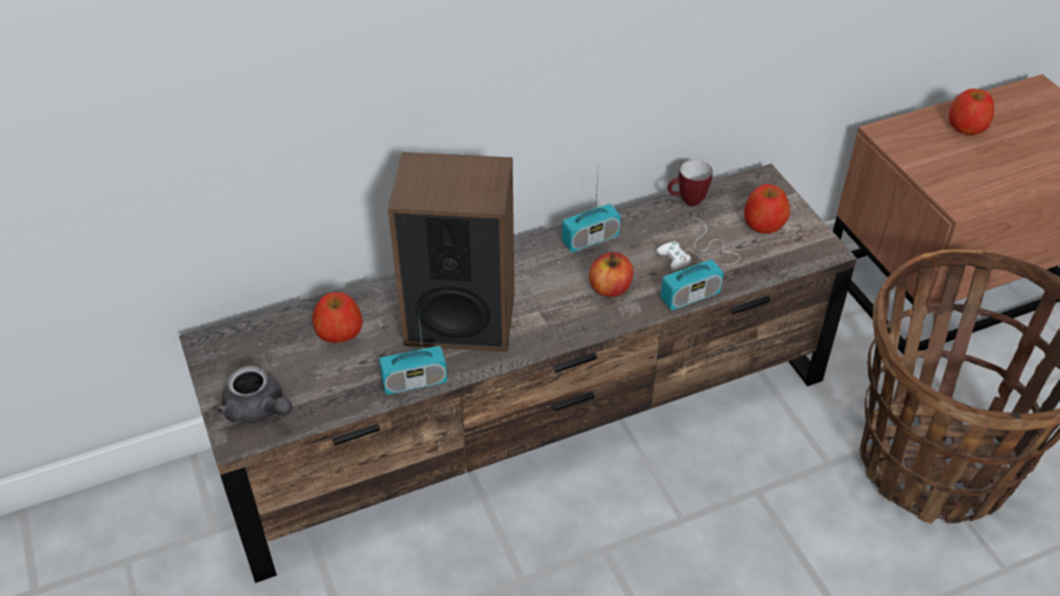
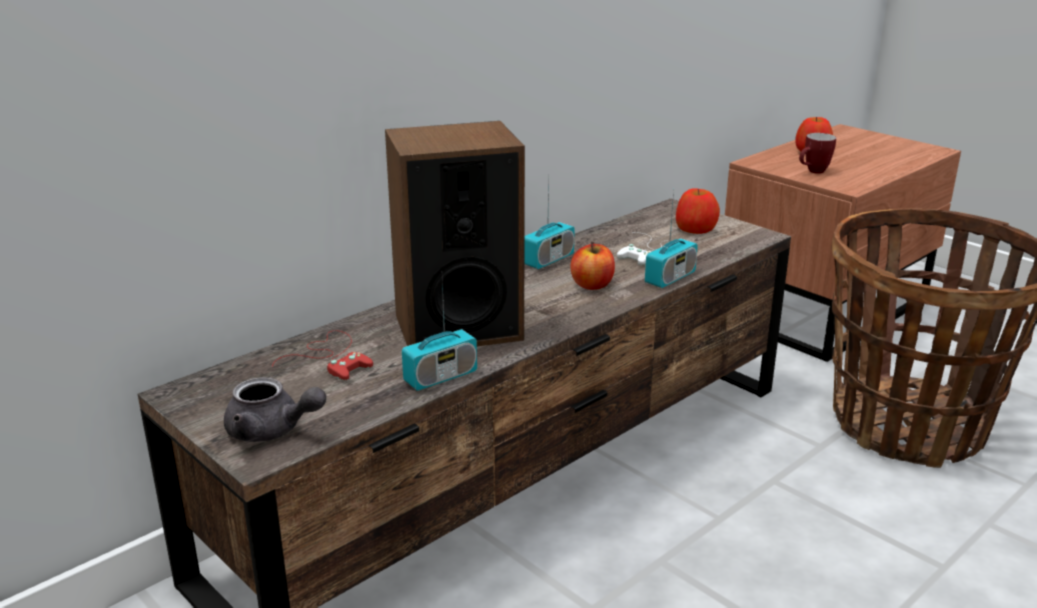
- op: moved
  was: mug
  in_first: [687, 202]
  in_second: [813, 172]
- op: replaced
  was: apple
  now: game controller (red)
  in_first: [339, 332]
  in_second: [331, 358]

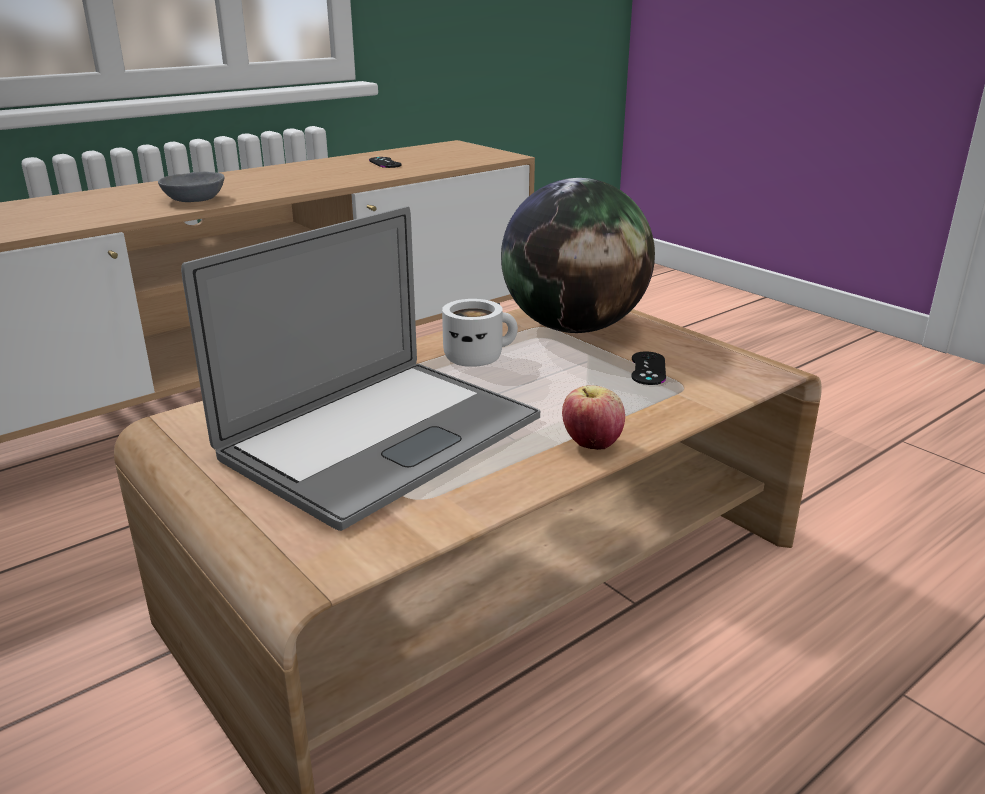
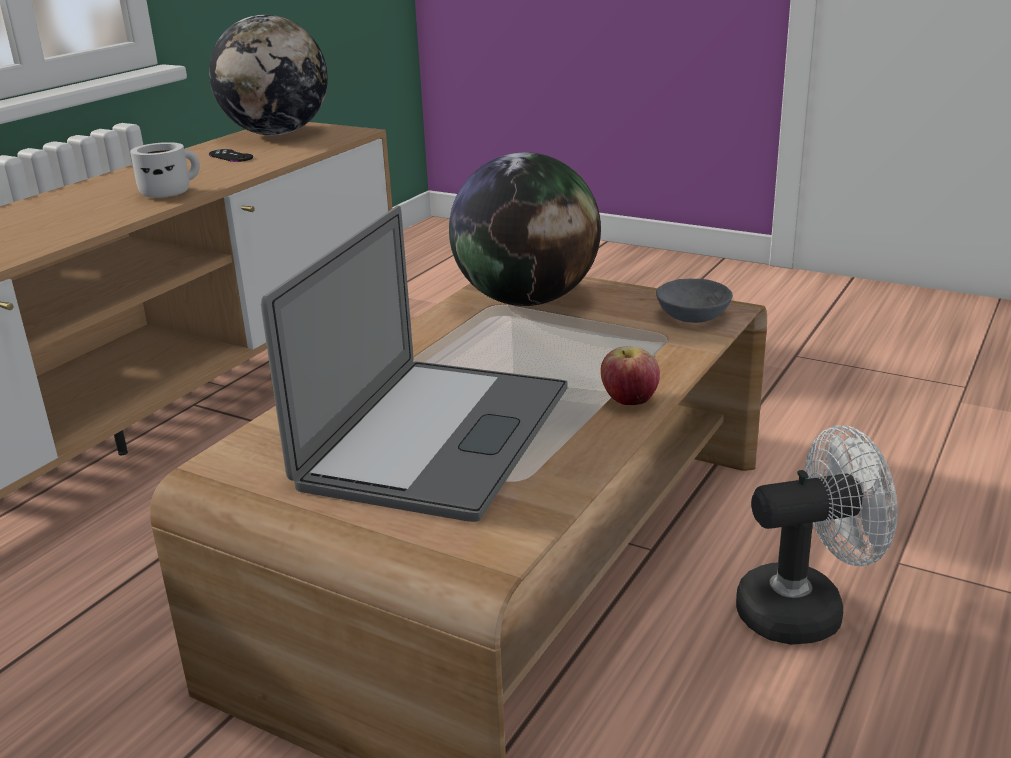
- op: removed
  was: game controller (black)
  in_first: [648, 368]
- op: added
  now: globe
  in_second: [277, 133]
- op: added
  now: fan (white)
  in_second: [805, 609]
- op: moved
  was: bowl (grey)
  in_first: [193, 198]
  in_second: [690, 315]
- op: moved
  was: mug (white)
  in_first: [477, 357]
  in_second: [169, 192]

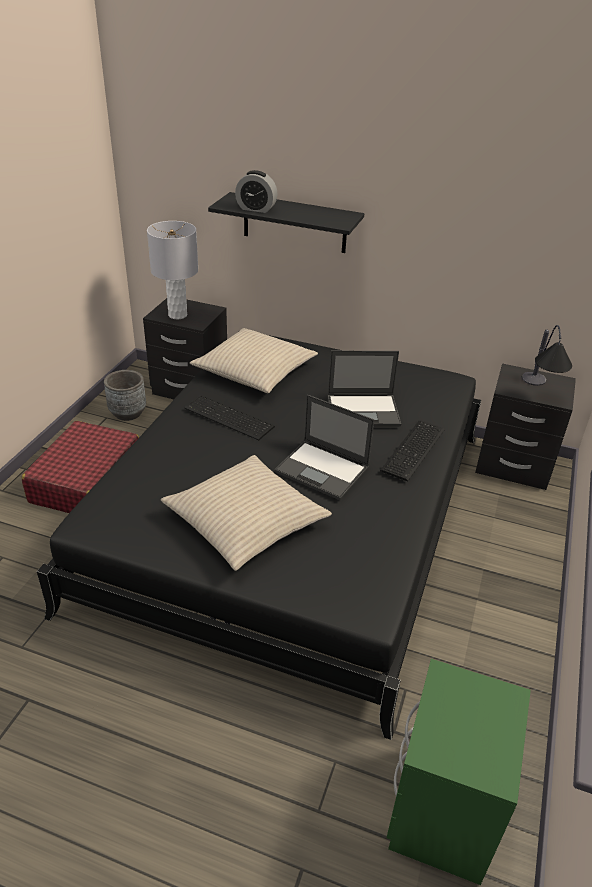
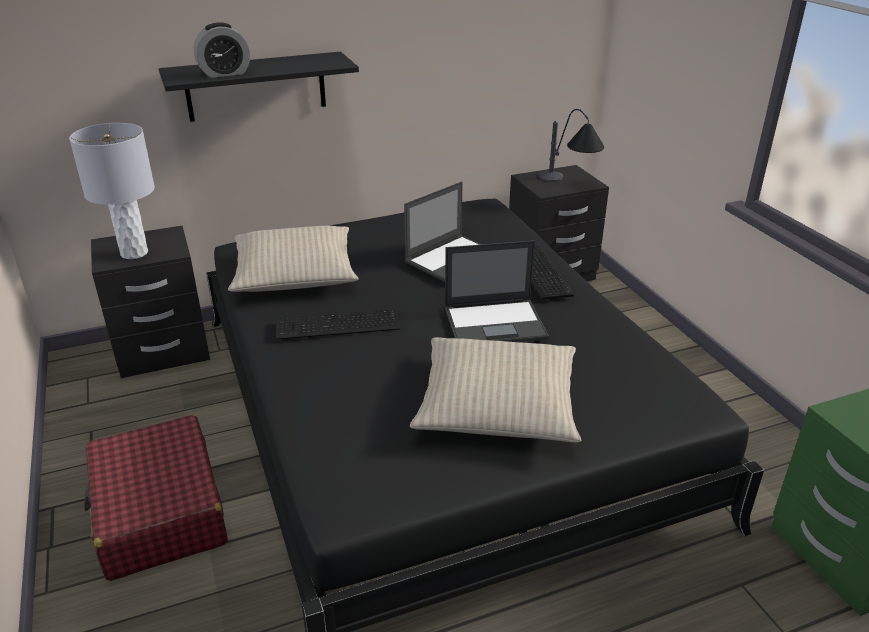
- op: removed
  was: planter (grey)
  in_first: [128, 413]

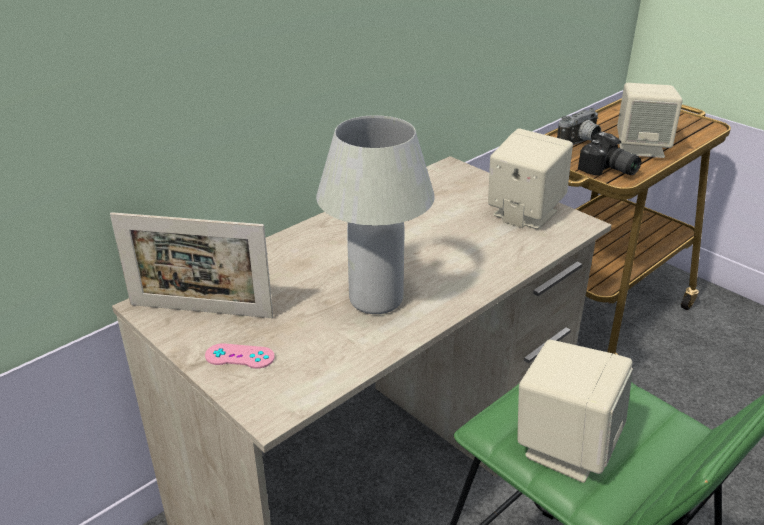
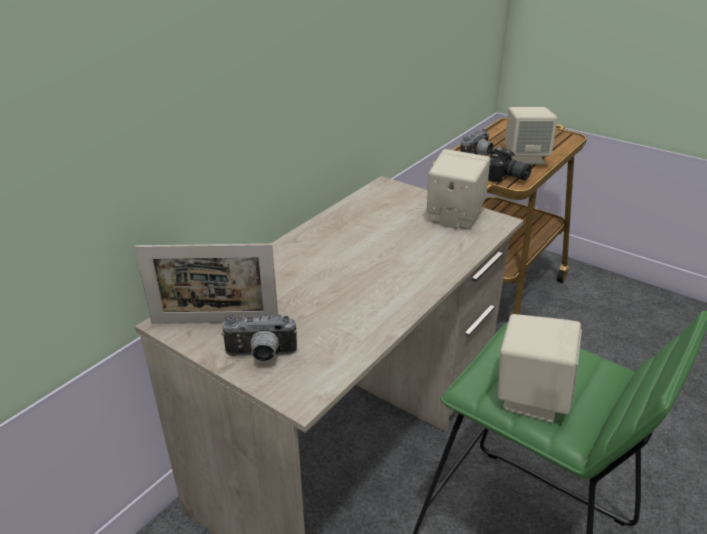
- op: removed
  was: table lamp (white)
  in_first: [376, 300]
- op: replaced
  was: game controller (pink)
  now: photo camera
  in_first: [239, 356]
  in_second: [261, 356]

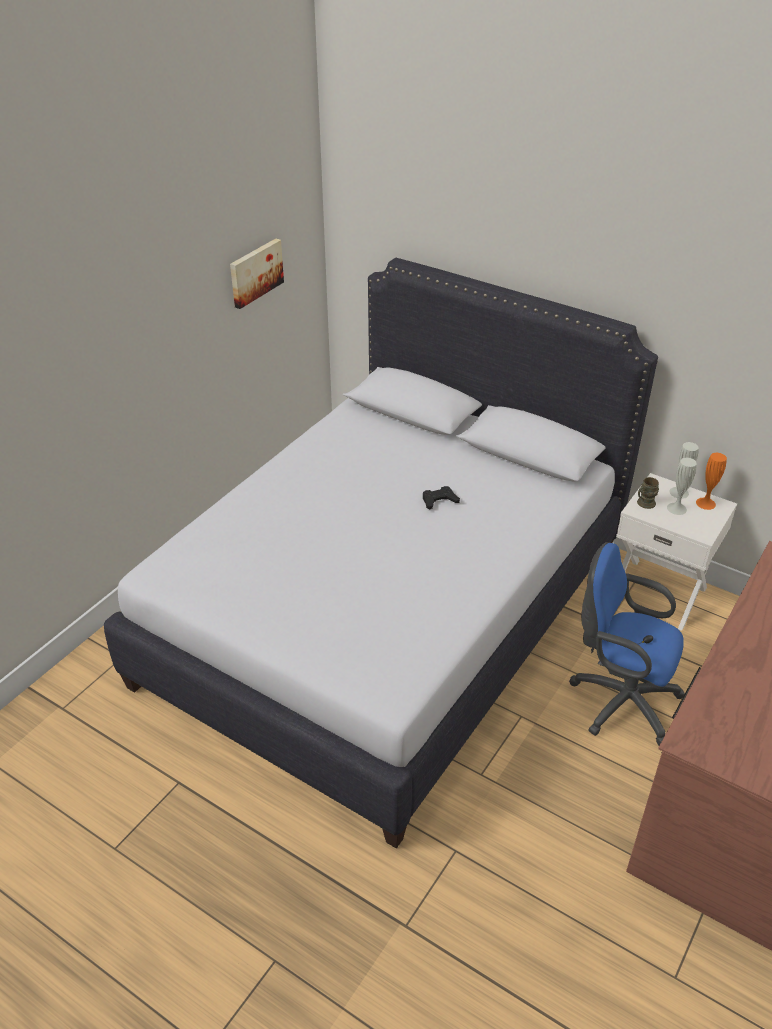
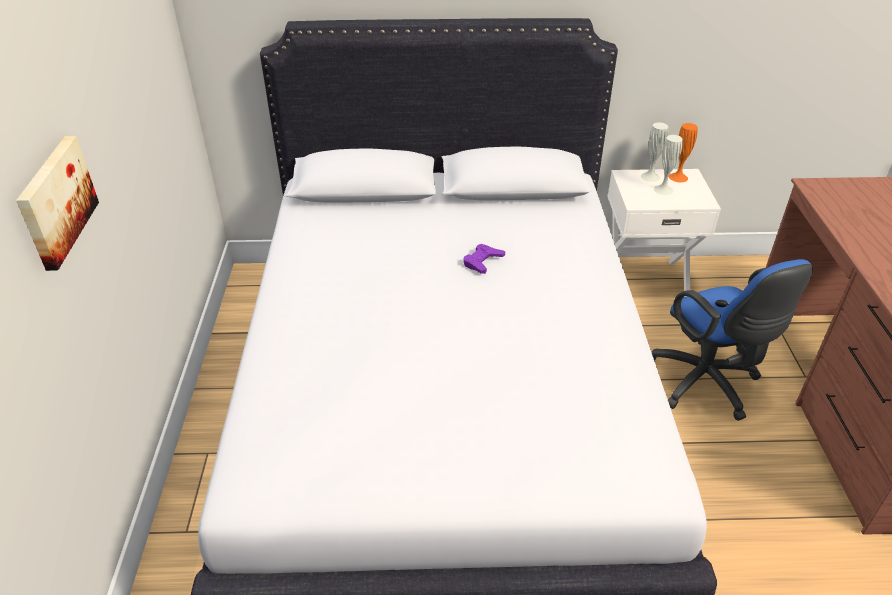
- op: removed
  was: mug (brown)
  in_first: [643, 504]
- op: moved
  was: picture
  in_first: [255, 272]
  in_second: [55, 201]
- op: recoloured
  was: game controller (black)
  now: game controller (purple)
  in_first: [439, 500]
  in_second: [482, 262]
- op: turned
  was: office chair (blue)
  in_first: [619, 700]
  in_second: [706, 385]
  clockwise: -105

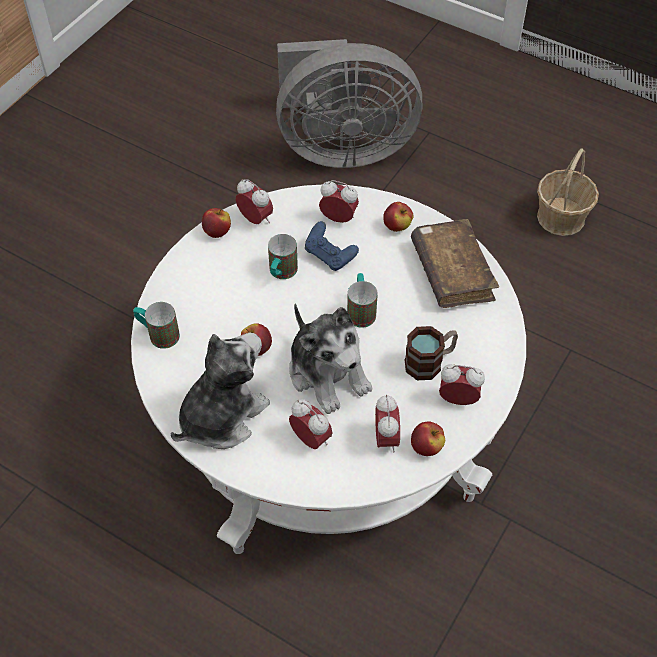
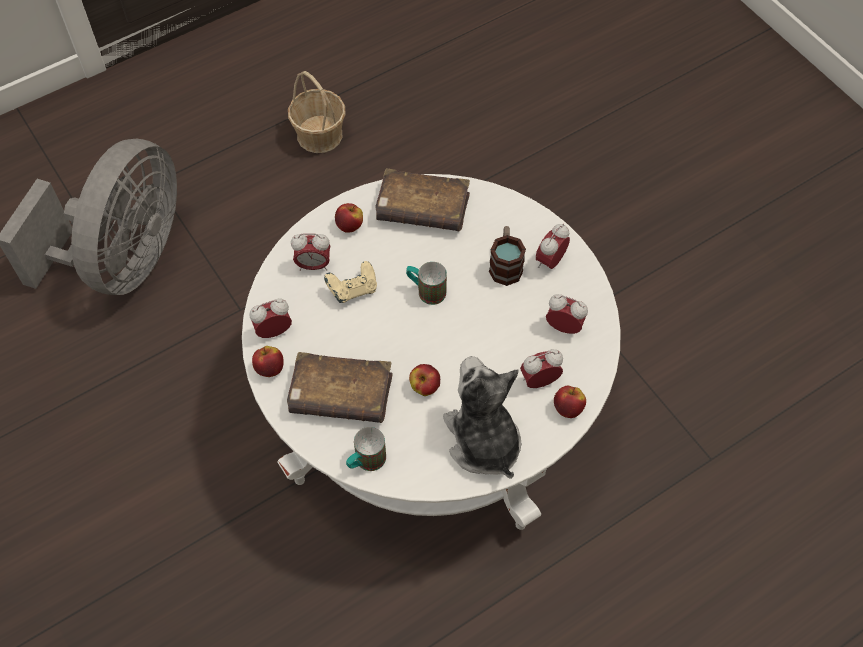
- op: removed
  was: mug
  in_first: [281, 273]
- op: removed
  was: plush toy
  in_first: [328, 373]
- op: added
  now: book (brown)
  in_second: [341, 395]
- op: moved
  was: apple
  in_first: [426, 447]
  in_second: [568, 408]
- op: recoloured
  was: game controller (blue)
  now: game controller (beige)
  in_first: [330, 256]
  in_second: [353, 289]
- op: turned
  was: alarm clock
  in_first: [338, 218]
  in_second: [313, 265]
  clockwise: -135

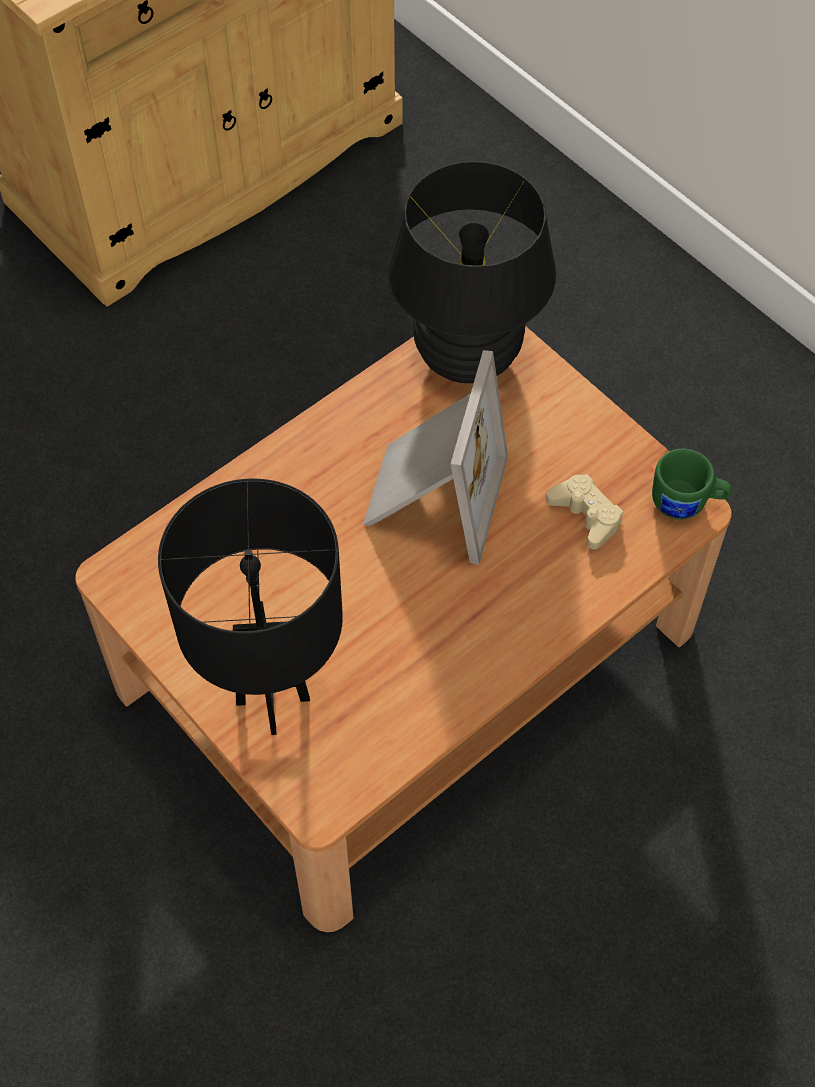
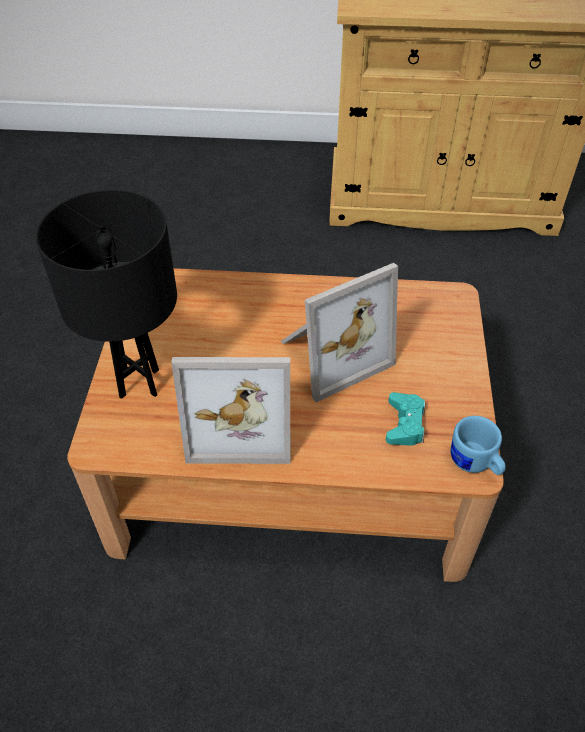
- op: removed
  was: table lamp (black)
  in_first: [468, 357]
- op: added
  now: picture frame
  in_second: [240, 422]
- op: recoloured
  was: game controller (beige)
  now: game controller (turquoise)
  in_first: [586, 515]
  in_second: [405, 424]
- op: recoloured
  was: mug (green)
  now: mug (blue)
  in_first: [687, 503]
  in_second: [475, 464]

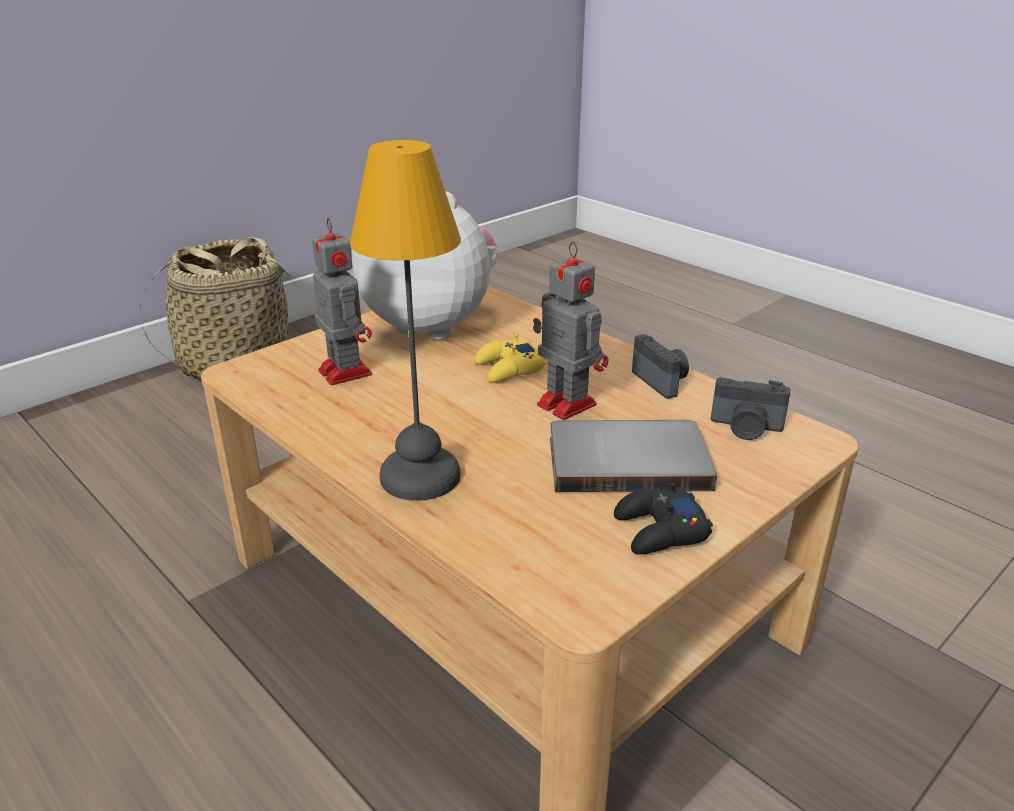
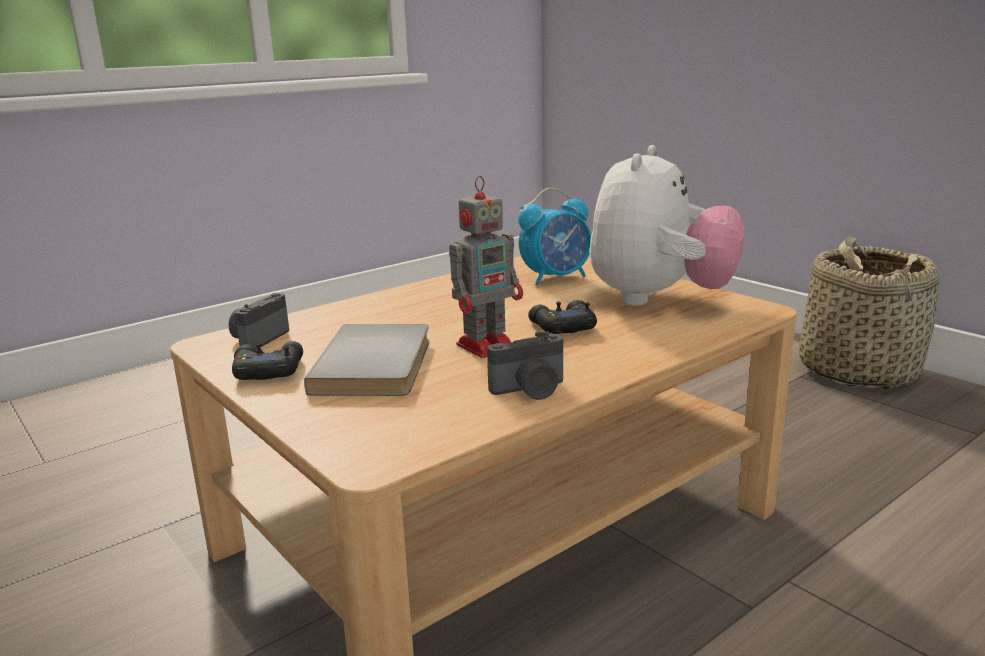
- op: removed
  was: table lamp
  in_first: [418, 475]
- op: moved
  was: photo camera
  in_first: [745, 428]
  in_second: [257, 339]
- op: replaced
  was: toy robot
  now: alarm clock
  in_first: [344, 371]
  in_second: [556, 278]
- op: recoloured
  was: game controller (yellow)
  now: game controller (black)
  in_first: [509, 369]
  in_second: [561, 326]

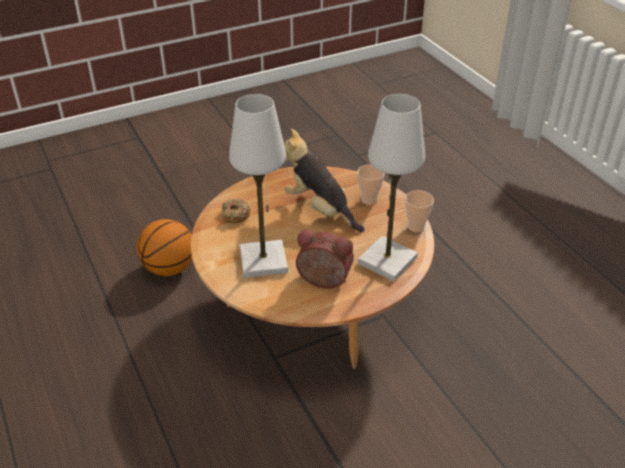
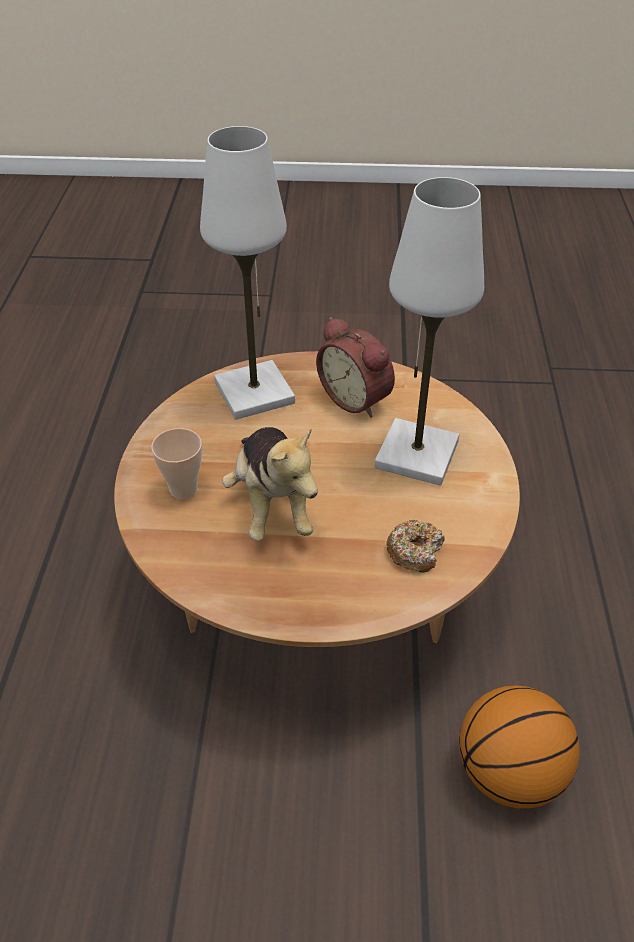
- op: removed
  was: cup
  in_first: [416, 227]

